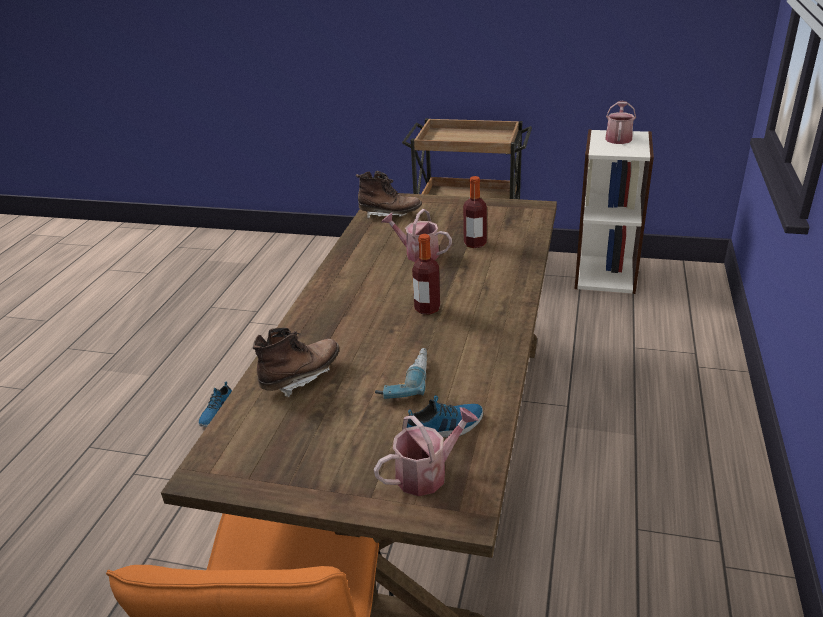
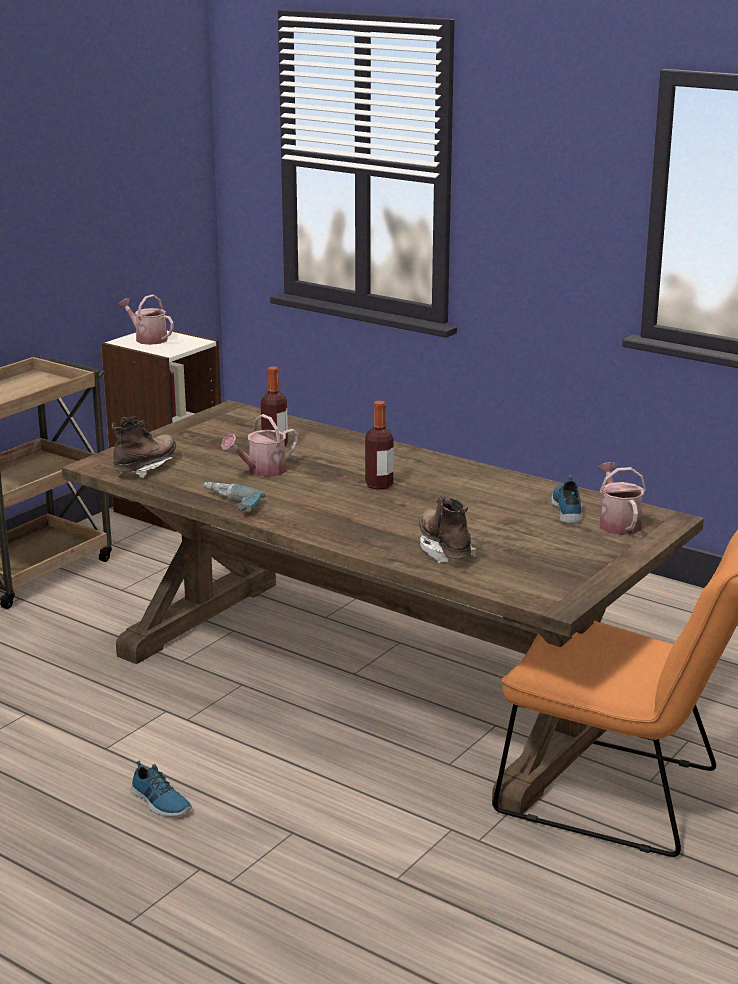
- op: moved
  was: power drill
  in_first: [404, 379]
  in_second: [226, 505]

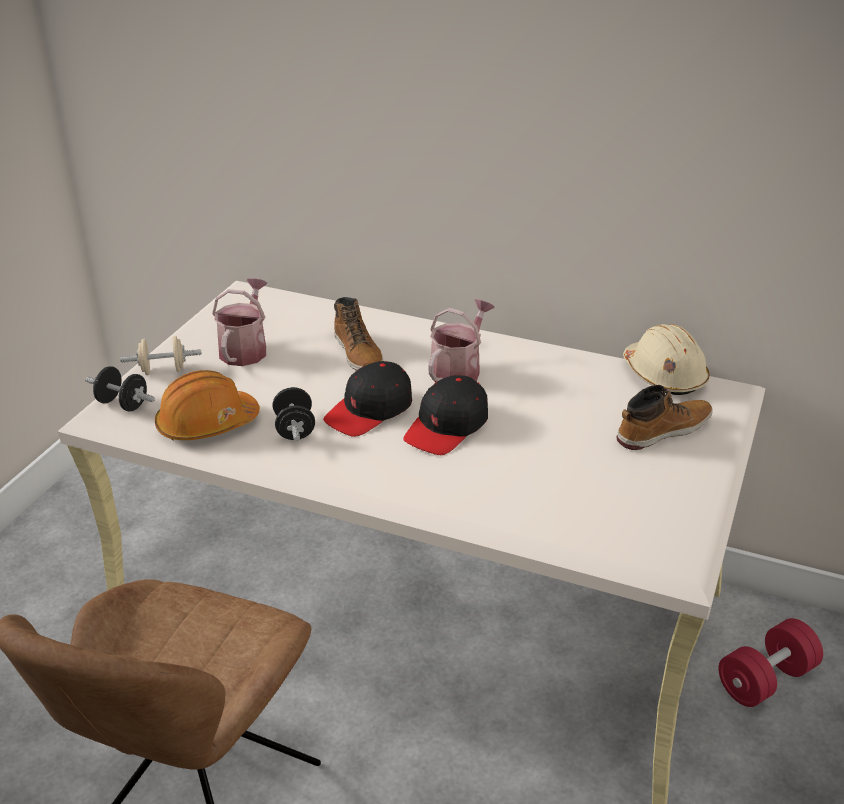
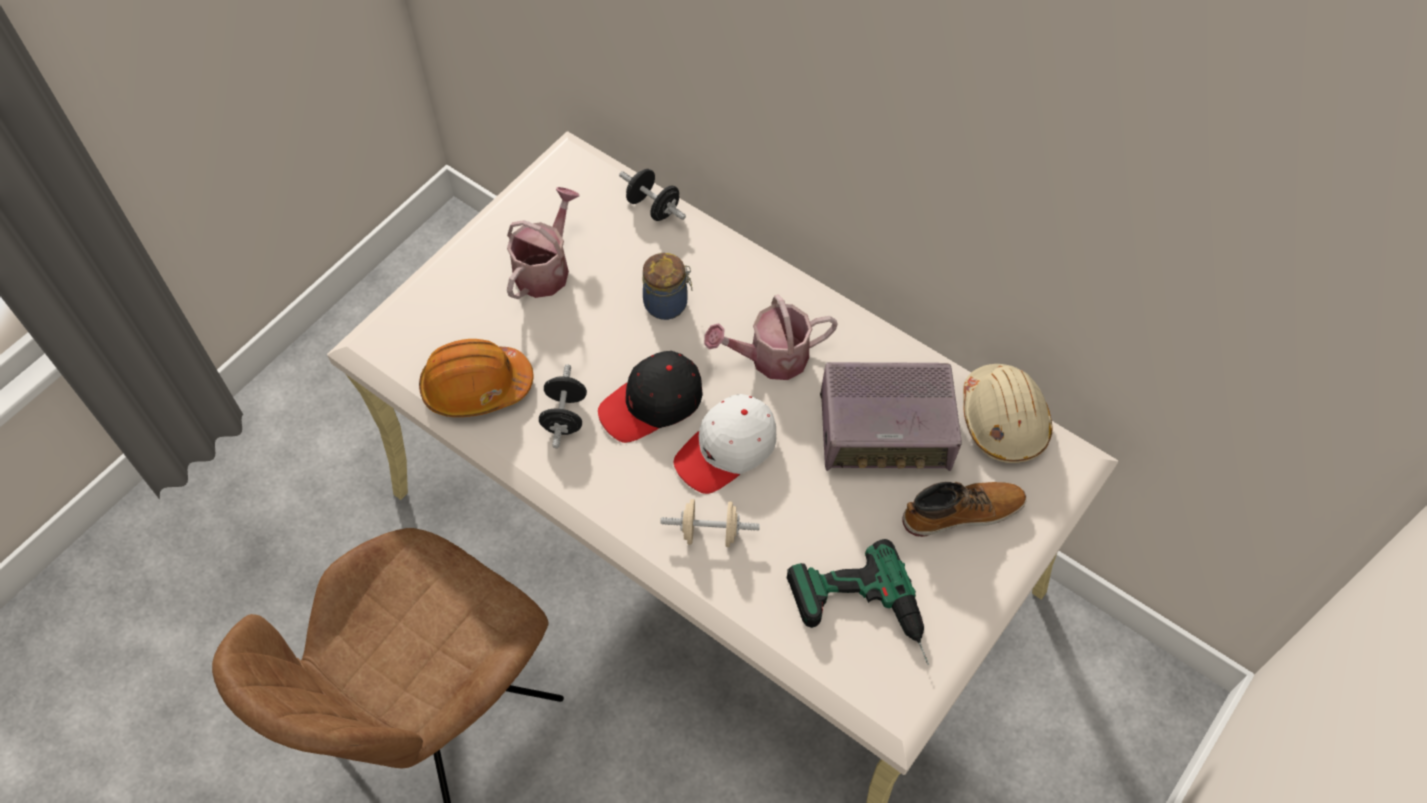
- op: removed
  was: dumbbell (red)
  in_first: [766, 679]
- op: added
  now: power drill
  in_second: [861, 619]
- op: added
  now: radio
  in_second: [886, 432]
- op: moved
  was: dumbbell (black)
  in_first: [123, 404]
  in_second: [653, 207]
- op: moved
  was: dumbbell (beige)
  in_first: [163, 370]
  in_second: [710, 532]
- op: replaced
  was: boot
  now: jar
  in_first: [358, 353]
  in_second: [668, 304]
- op: recoloured
  was: cap (black)
  now: cap (white)
  in_first: [447, 427]
  in_second: [727, 450]
- op: turned
  was: watering can
  in_first: [458, 370]
  in_second: [770, 358]
  clockwise: -150

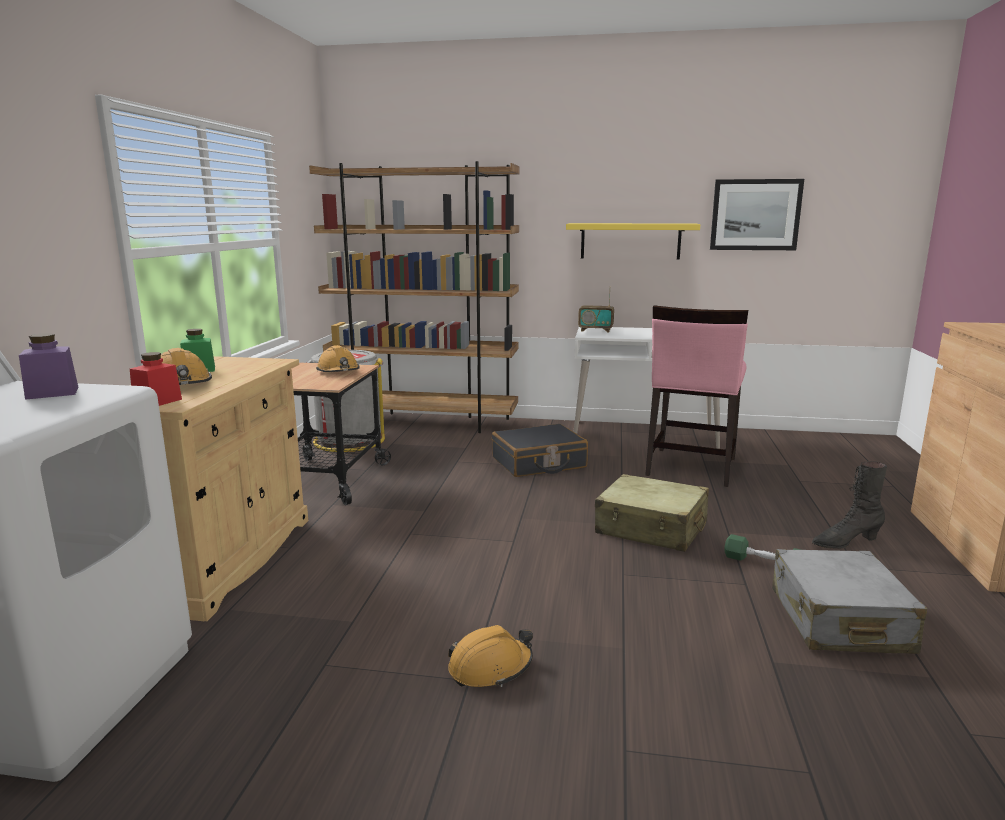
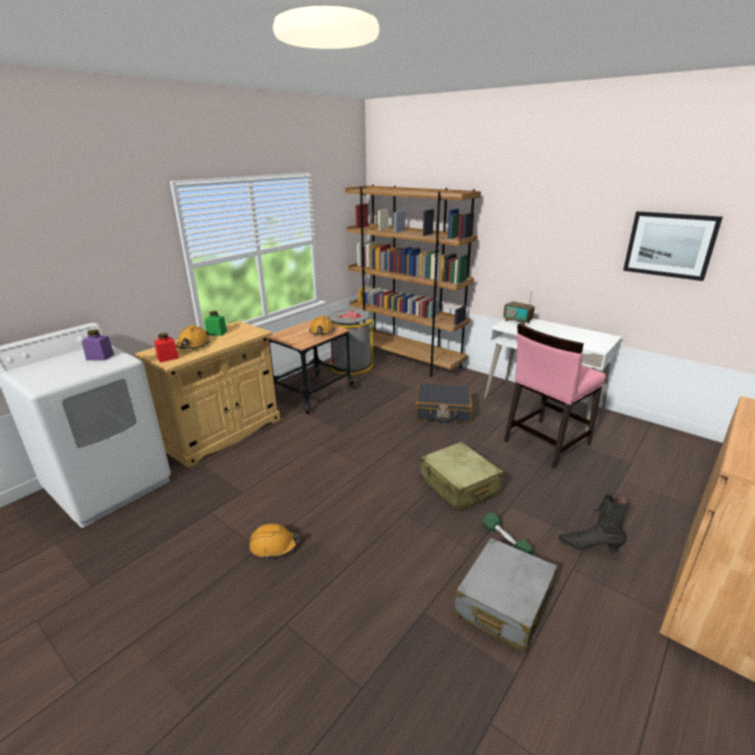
- op: removed
  was: shelf (yellow)
  in_first: [630, 241]

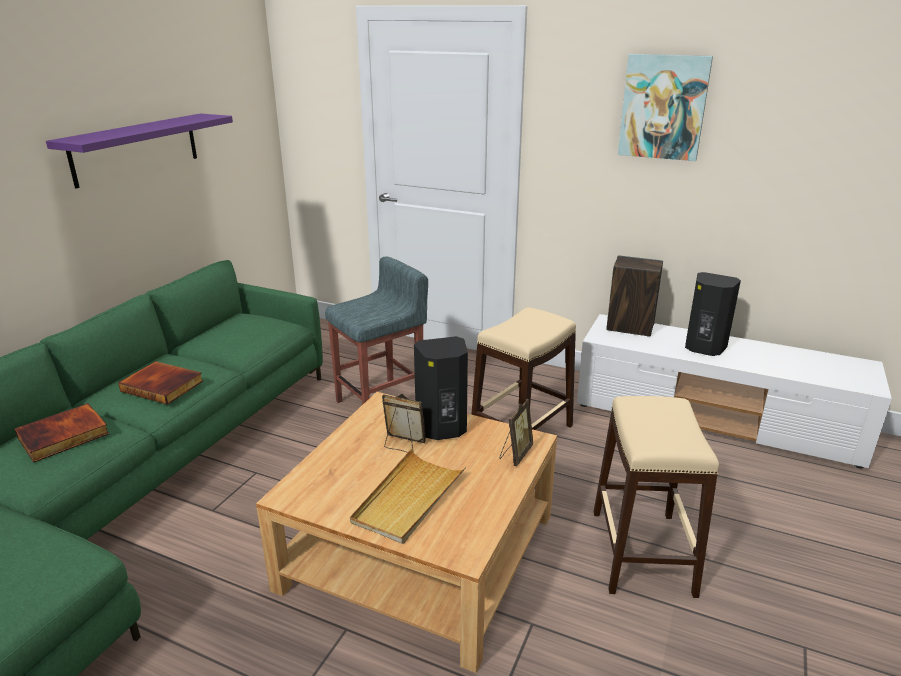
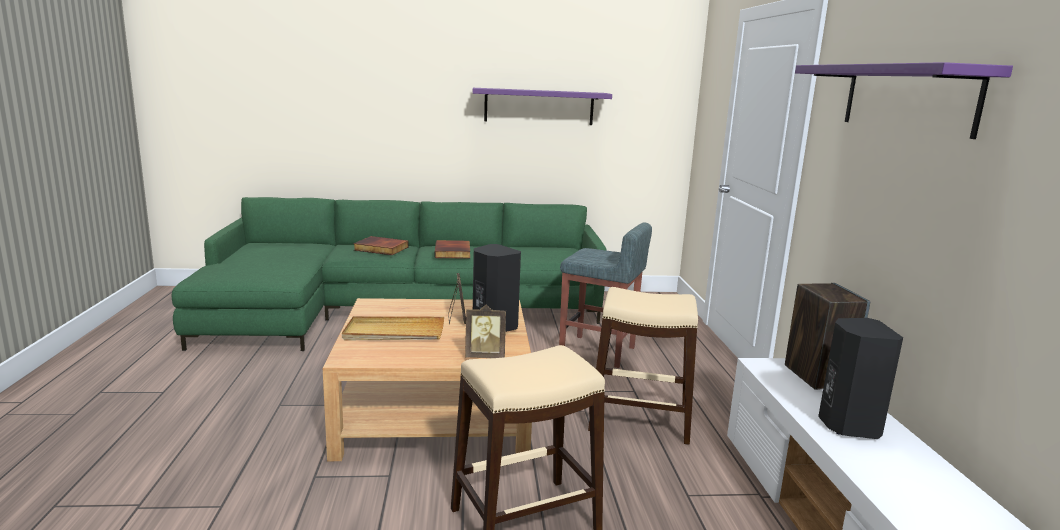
- op: replaced
  was: picture
  now: shelf (purple)
  in_first: [663, 107]
  in_second: [907, 98]

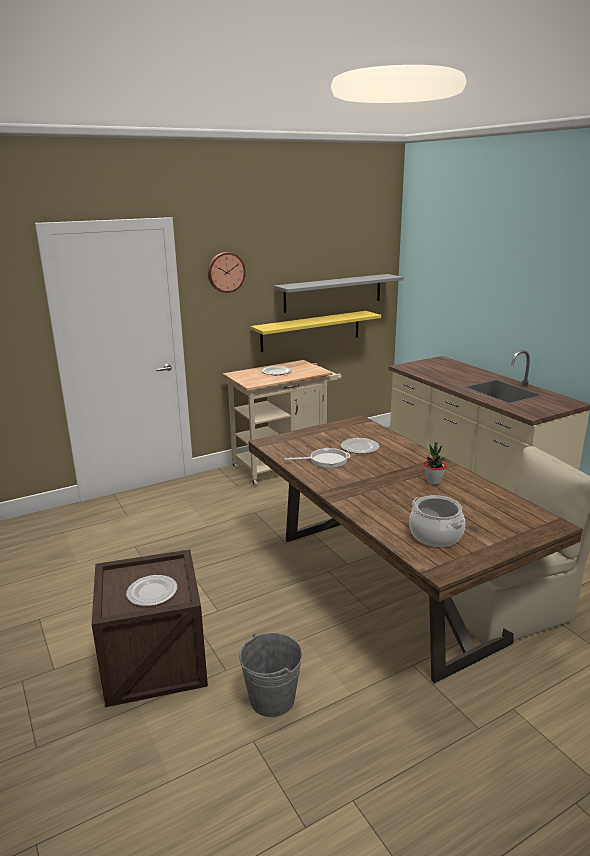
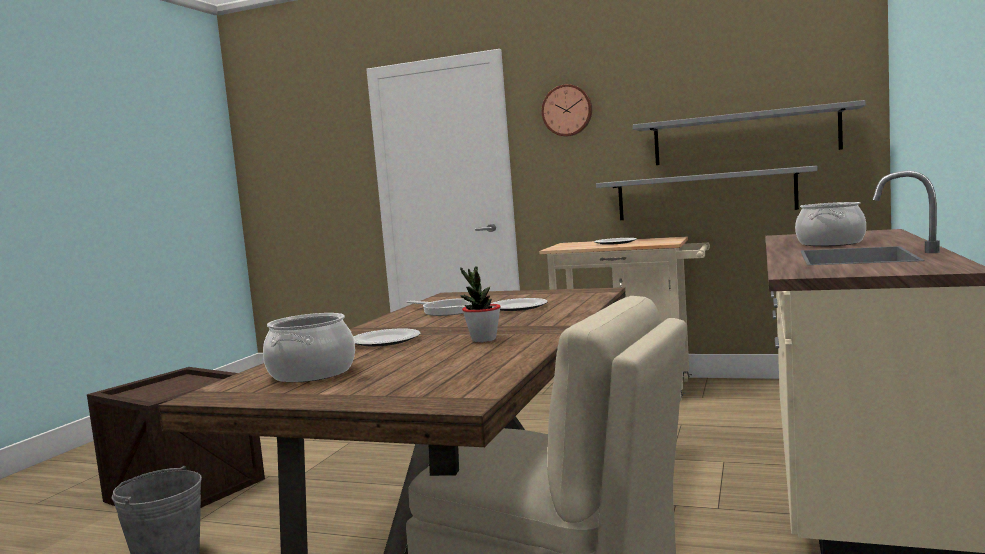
- op: added
  now: cooking pot
  in_second: [831, 243]
- op: moved
  was: plate
  in_first: [151, 592]
  in_second: [385, 340]
- op: recoloured
  was: shelf (yellow)
  now: shelf (grey)
  in_first: [311, 331]
  in_second: [705, 194]

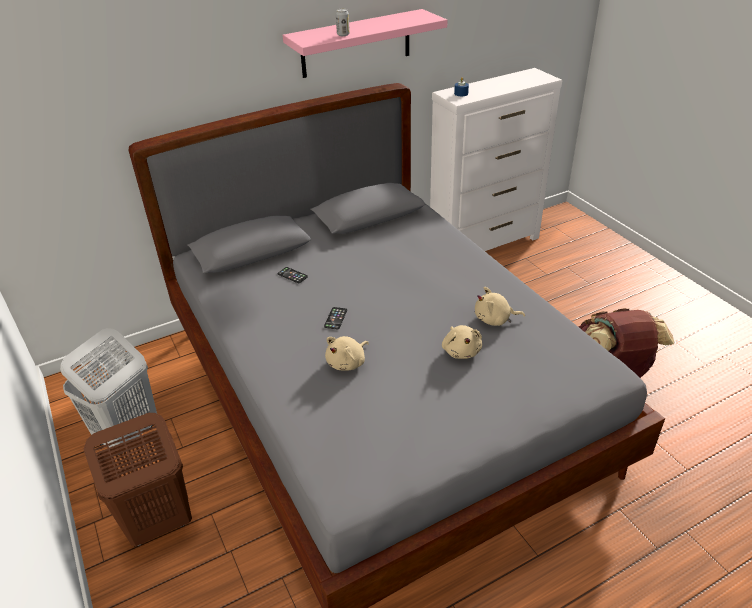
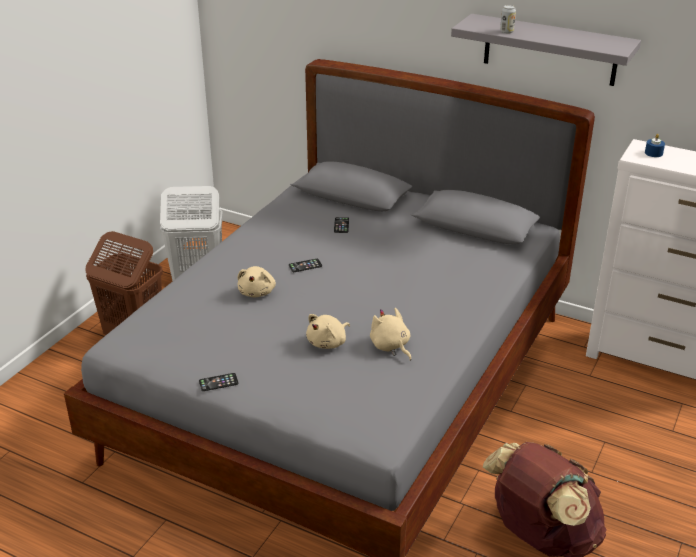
- op: added
  now: phone
  in_second: [218, 382]
- op: recoloured
  was: shelf (pink)
  now: shelf (grey)
  in_first: [356, 44]
  in_second: [550, 50]
- op: turned
  was: plush toy (beige)
  in_first: [348, 362]
  in_second: [257, 292]
  clockwise: -90

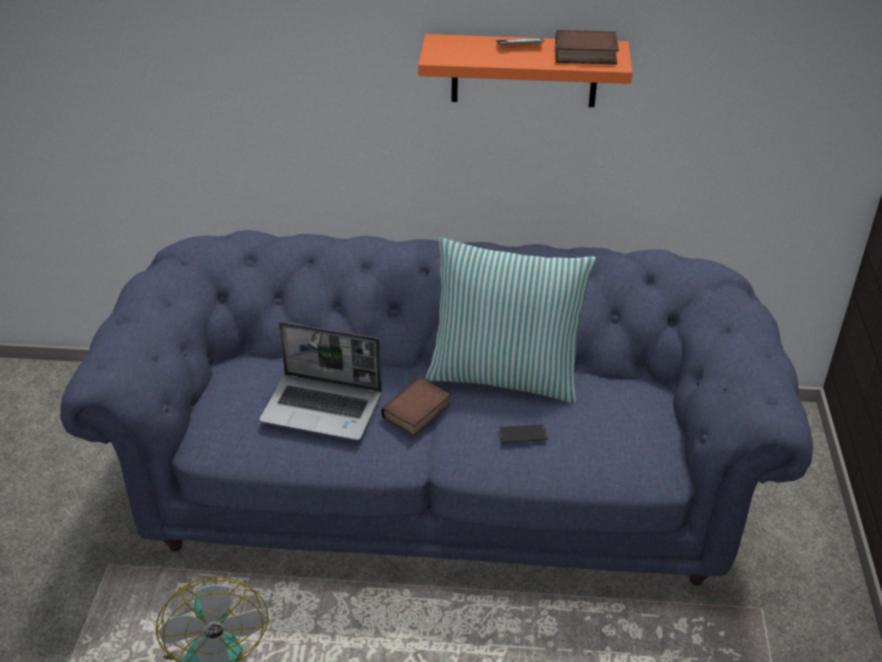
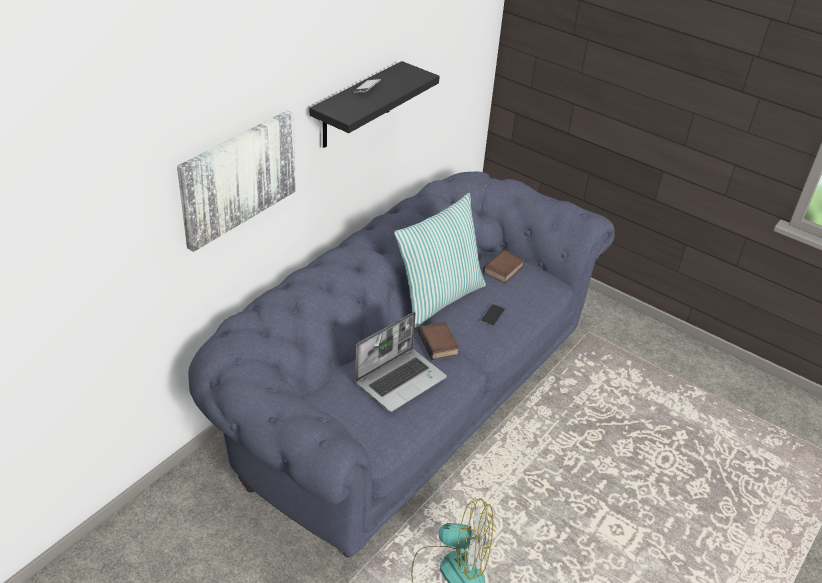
- op: added
  now: picture
  in_second: [237, 177]
- op: moved
  was: book
  in_first: [584, 55]
  in_second: [504, 270]
- op: recoloured
  was: shelf (orange)
  now: shelf (black)
  in_first: [524, 71]
  in_second: [357, 106]

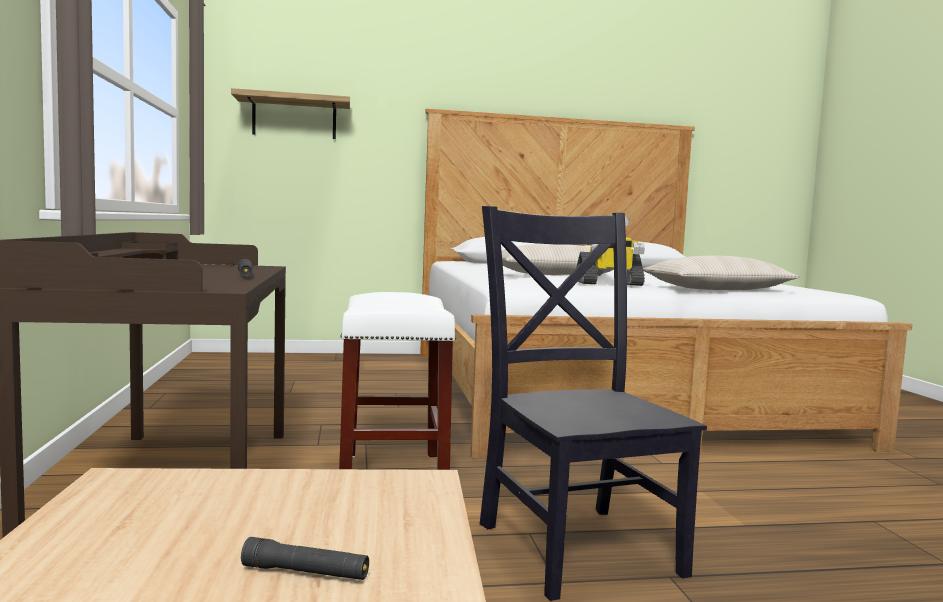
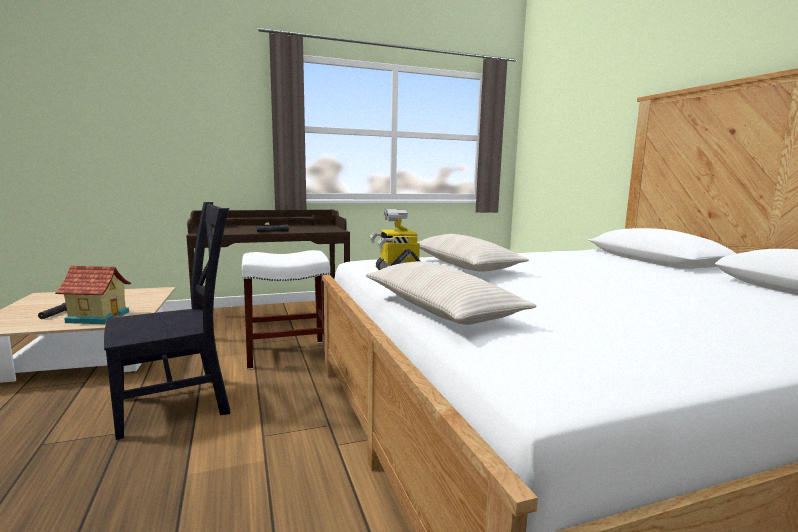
- op: removed
  was: shelf
  in_first: [294, 118]
- op: added
  now: toy house
  in_second: [99, 317]

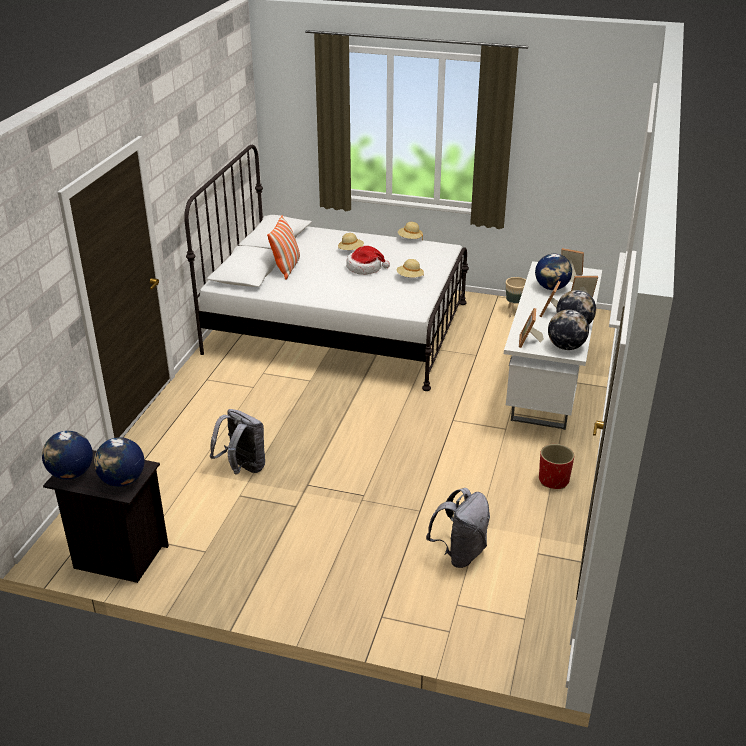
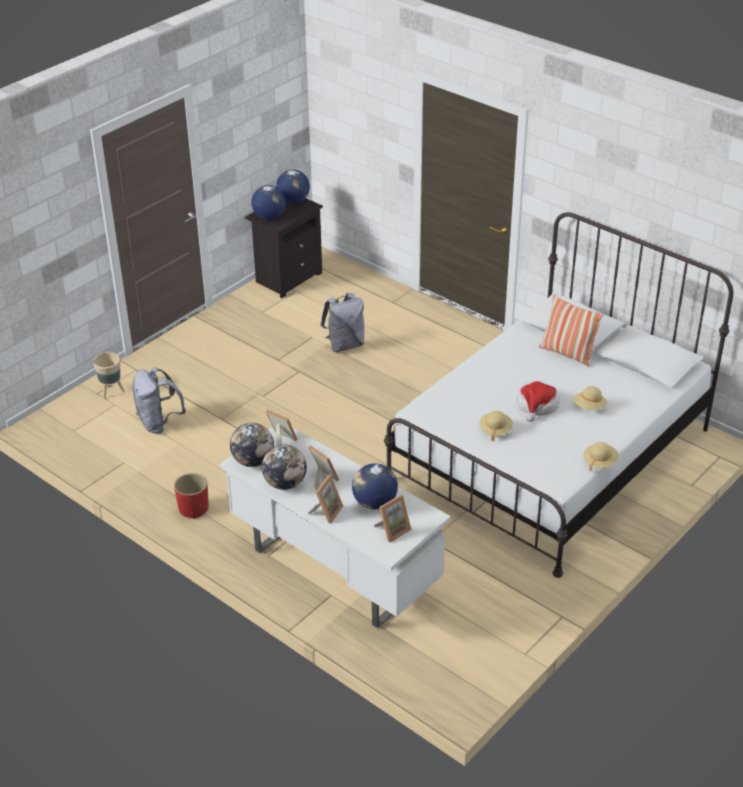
- op: moved
  was: planter (beige)
  in_first: [514, 312]
  in_second: [111, 392]

